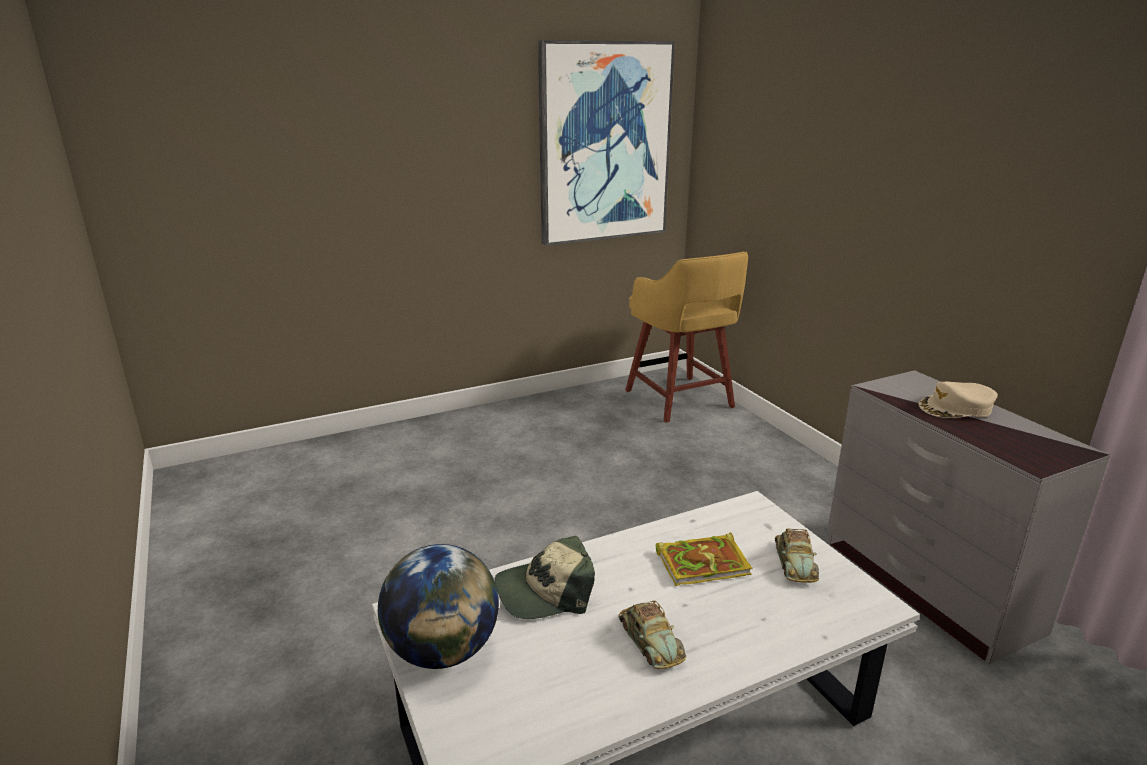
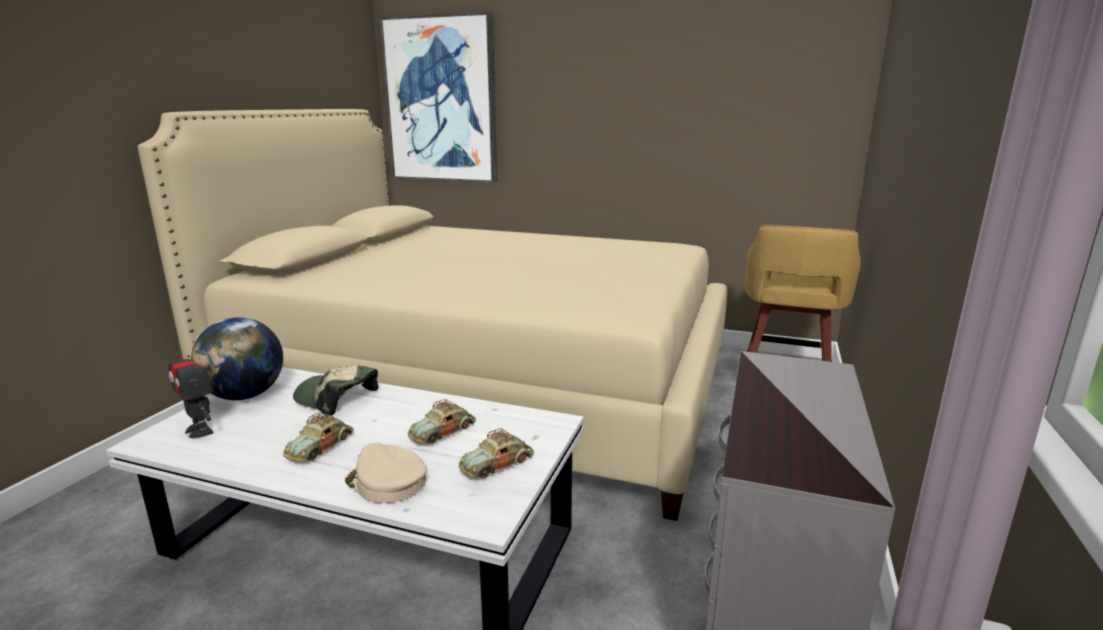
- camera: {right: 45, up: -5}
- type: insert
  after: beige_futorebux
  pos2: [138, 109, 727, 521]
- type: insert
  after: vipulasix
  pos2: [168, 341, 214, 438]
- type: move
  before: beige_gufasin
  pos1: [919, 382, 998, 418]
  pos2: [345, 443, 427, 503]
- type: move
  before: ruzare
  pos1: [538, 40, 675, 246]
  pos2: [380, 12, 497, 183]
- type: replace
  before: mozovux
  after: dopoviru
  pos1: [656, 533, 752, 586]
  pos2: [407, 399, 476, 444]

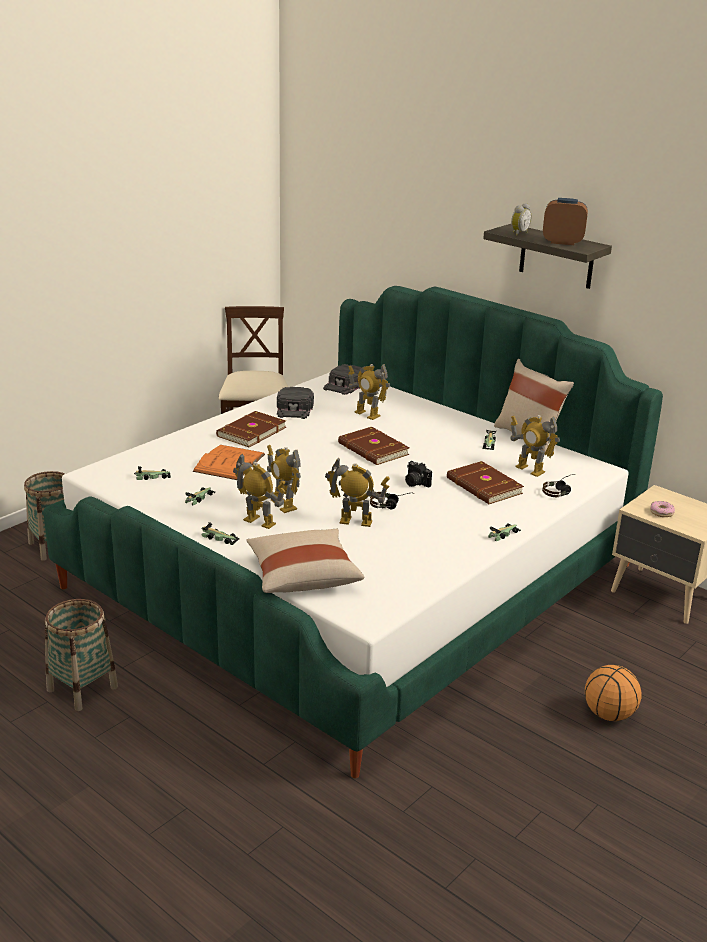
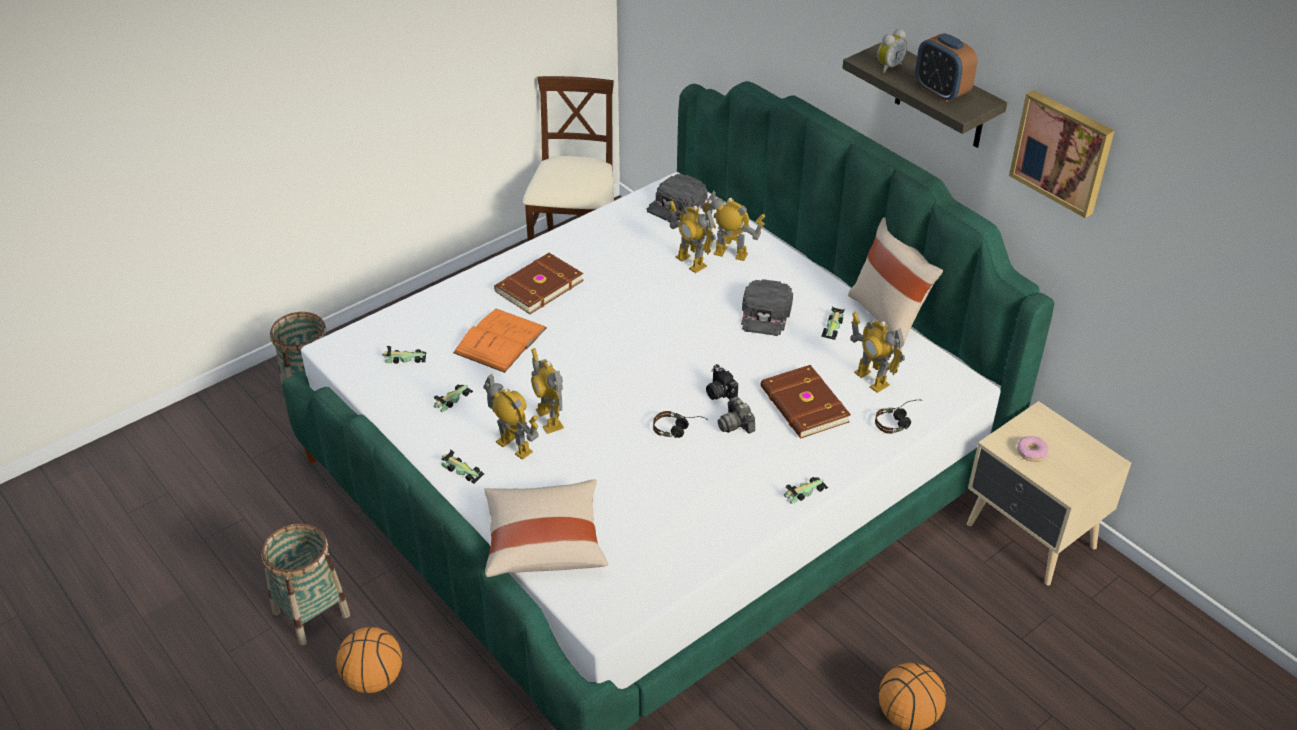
- camera: {right: 10, up: 15}
- type: insert
  after: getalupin
  pos2: [336, 627, 402, 693]
- type: move
  before: vipulasix
  pos1: [325, 458, 390, 527]
  pos2: [700, 191, 765, 261]
- type: insert
  after: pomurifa
  pos2: [718, 397, 755, 434]
- type: move
  before: black_gufasin
  pos1: [277, 387, 314, 419]
  pos2: [741, 279, 793, 336]
- type: rotate
  before: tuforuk
  pos1: [543, 198, 588, 245]
  pos2: [915, 33, 977, 102]
  turn: -150
- type: insert
  after: ruzare
  pos2: [1009, 90, 1114, 218]
- type: delete
  before: brown_mozovux
  pos1: [338, 427, 410, 465]

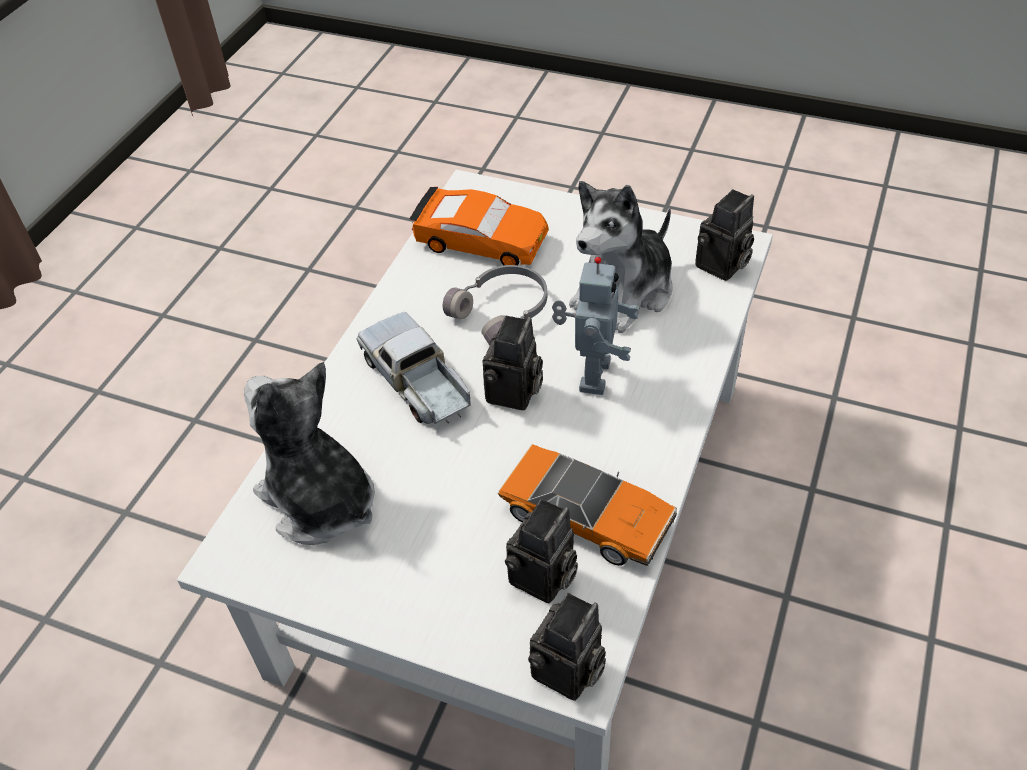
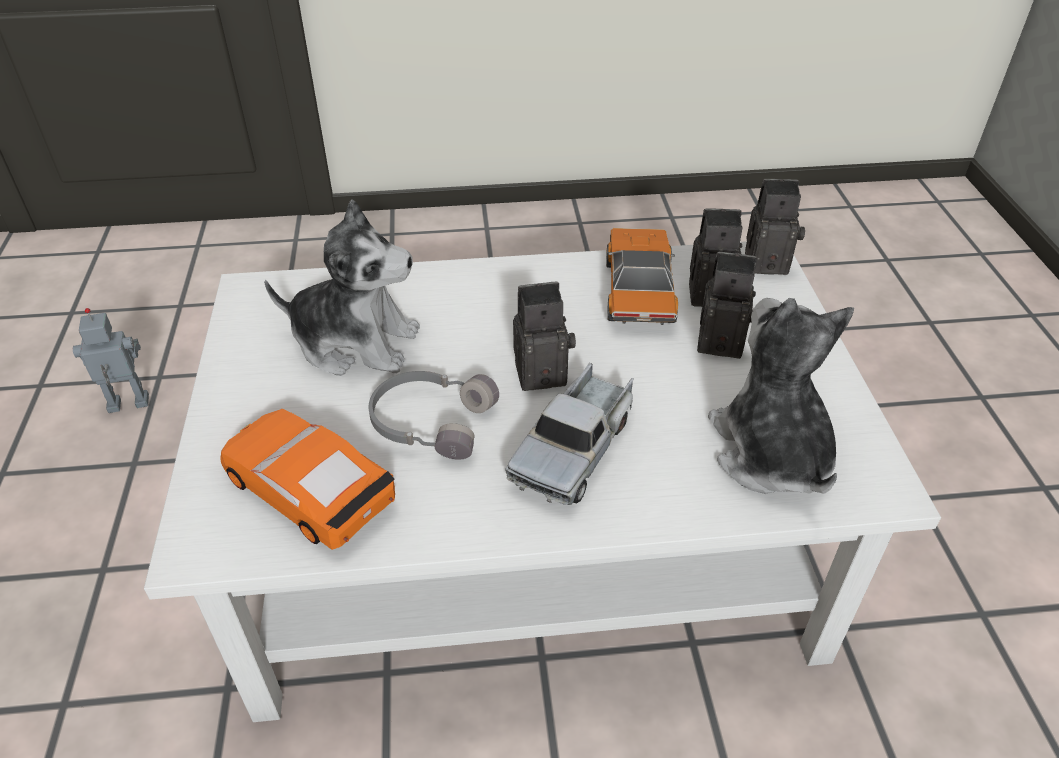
- camera: {right: -120, up: -5}
- type: move
  before: vipulasix
  pos1: [552, 257, 639, 395]
  pos2: [73, 308, 149, 413]
- type: rotate
  before: orange_dopoviru
  pos1: [409, 187, 549, 265]
  pos2: [221, 409, 395, 550]
  turn: -45
- type: move
  before: pomurifa
  pos1: [695, 189, 754, 281]
  pos2: [697, 252, 757, 359]
- type: rotate
  before: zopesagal
  pos1: [244, 362, 375, 545]
  pos2: [708, 298, 854, 494]
  turn: 150

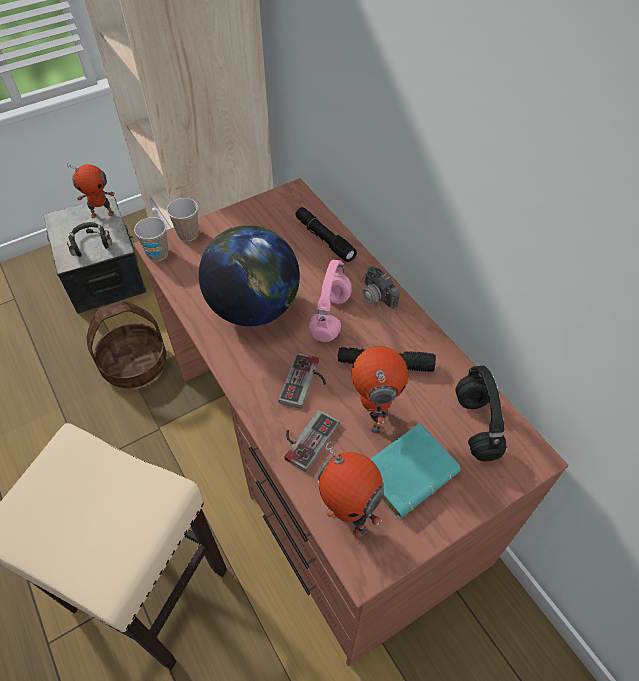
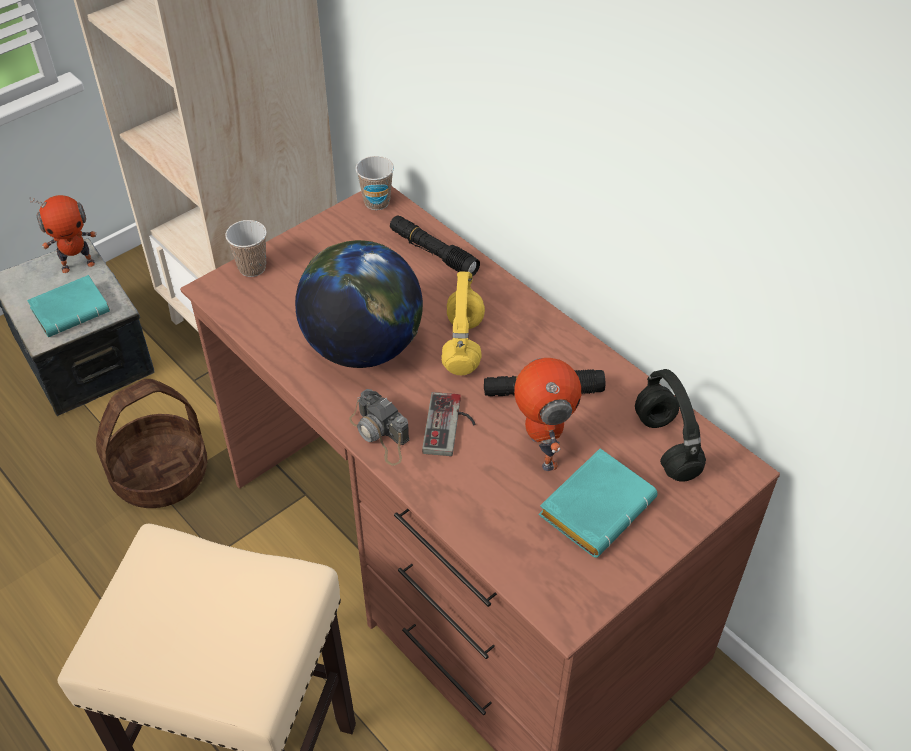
- camera: {right: -10, up: -5}
- type: replace
  before: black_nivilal
  after: turquoise_mozovux
  pos1: [67, 222, 112, 257]
  pos2: [27, 275, 110, 337]
- type: move
  before: pomurifa
  pos1: [357, 266, 400, 322]
  pos2: [349, 389, 409, 466]
- type: move
  before: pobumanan
  pos1: [134, 217, 168, 261]
  pos2: [356, 156, 394, 210]
- type: recolor
  before: pink_nivilal
  after: yellow_nivilal
  pos1: [309, 260, 352, 342]
  pos2: [441, 272, 485, 375]
- type: delete
  before: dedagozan
  pos1: [285, 410, 340, 472]
- type: delete
  before: vipulasix
  pos1: [318, 442, 384, 537]

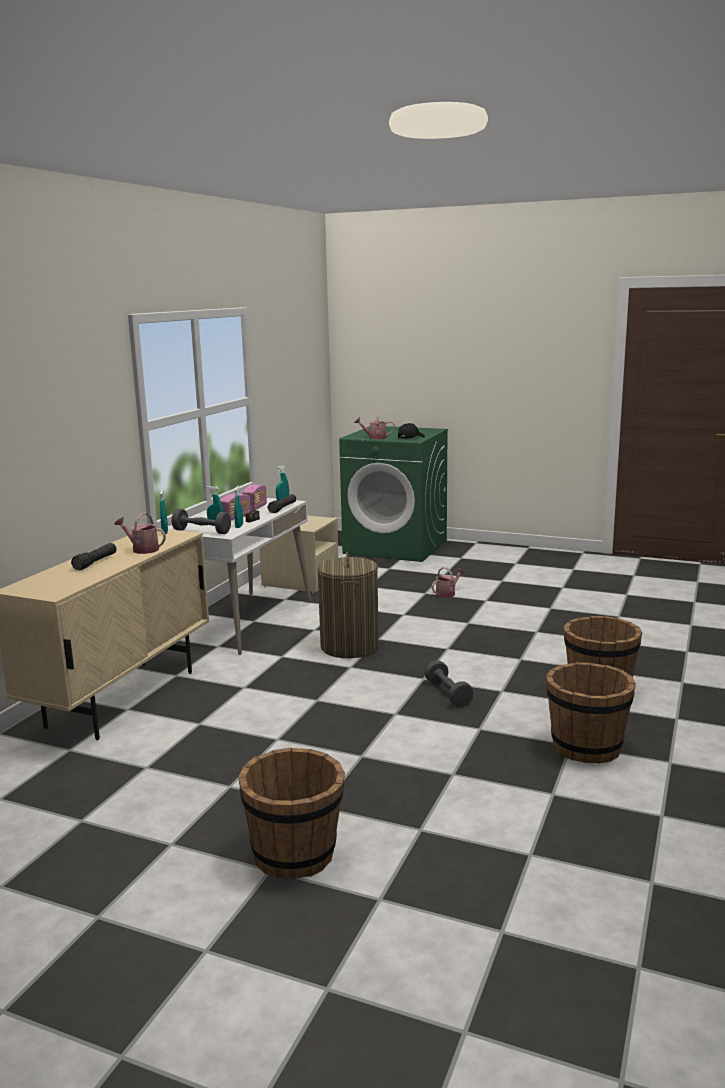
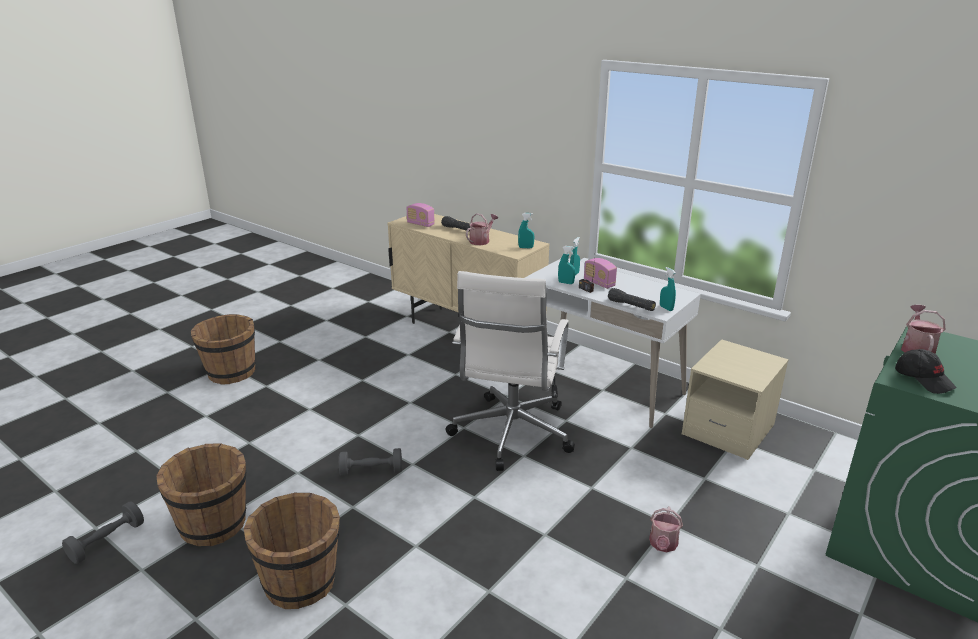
- camera: {right: 105, up: 10}
- type: move
  before: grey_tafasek
  pos1: [172, 509, 231, 534]
  pos2: [62, 501, 144, 564]
- type: move
  before: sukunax
  pos1: [243, 485, 267, 511]
  pos2: [406, 203, 435, 227]
- type: replace
  before: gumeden
  after: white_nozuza
  pos1: [317, 552, 379, 658]
  pos2: [445, 271, 575, 471]
- type: rotate
  before: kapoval
  pos1: [432, 567, 465, 598]
  pos2: [649, 506, 683, 552]
  turn: 45

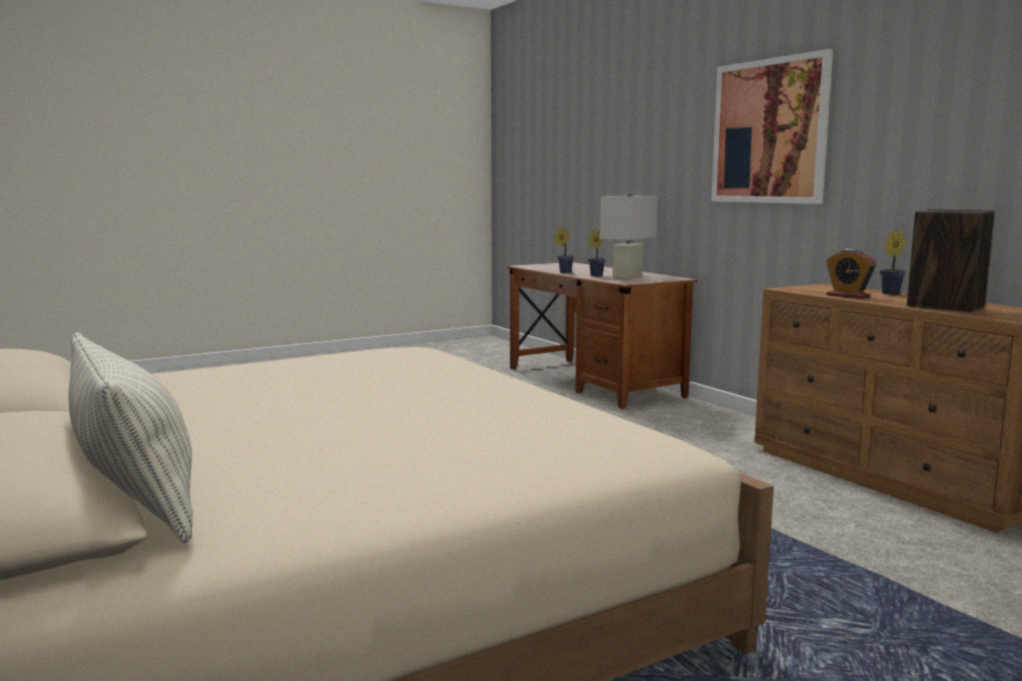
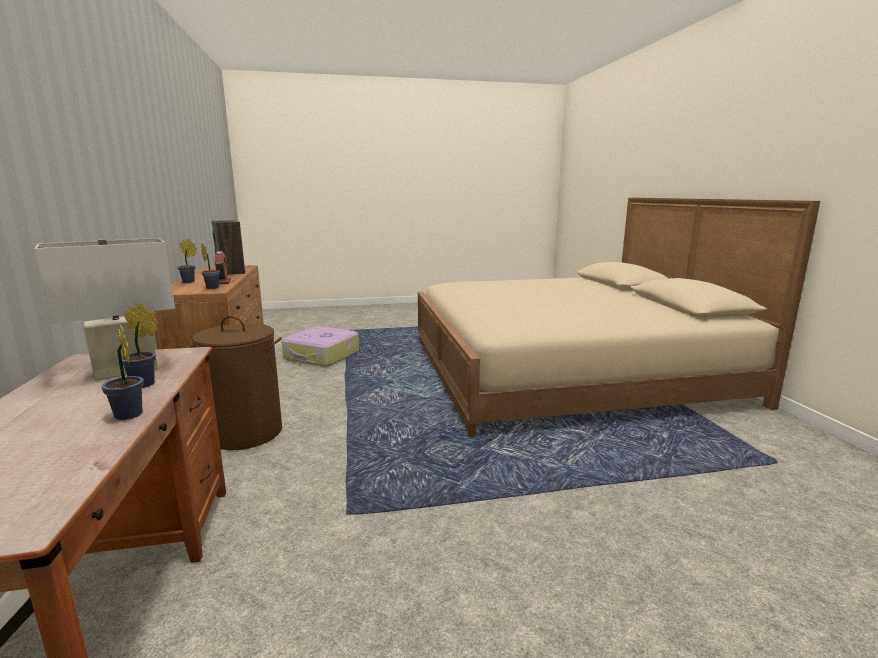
- camera: {right: -160, up: 5}
- type: insert
  after: brown_gumeden
  pos2: [187, 316, 282, 450]
- type: insert
  after: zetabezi
  pos2: [201, 243, 220, 289]
- type: insert
  after: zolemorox
  pos2: [282, 326, 359, 367]
- type: delete
  before: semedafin
  pos1: [69, 332, 193, 543]
- type: delete
  before: ruzare
  pos1: [711, 49, 833, 204]

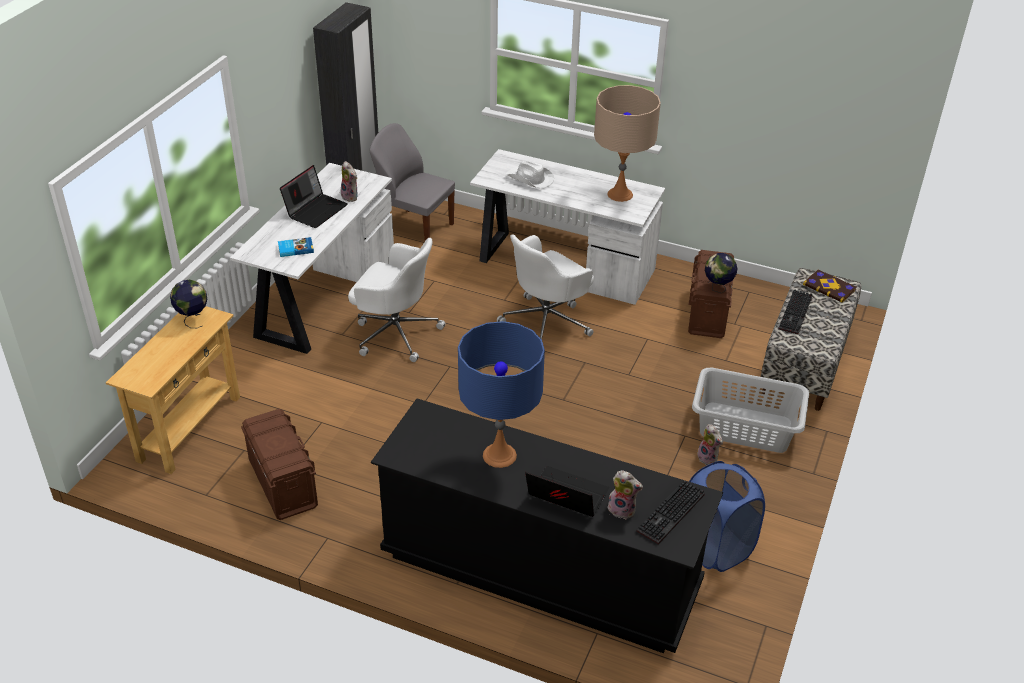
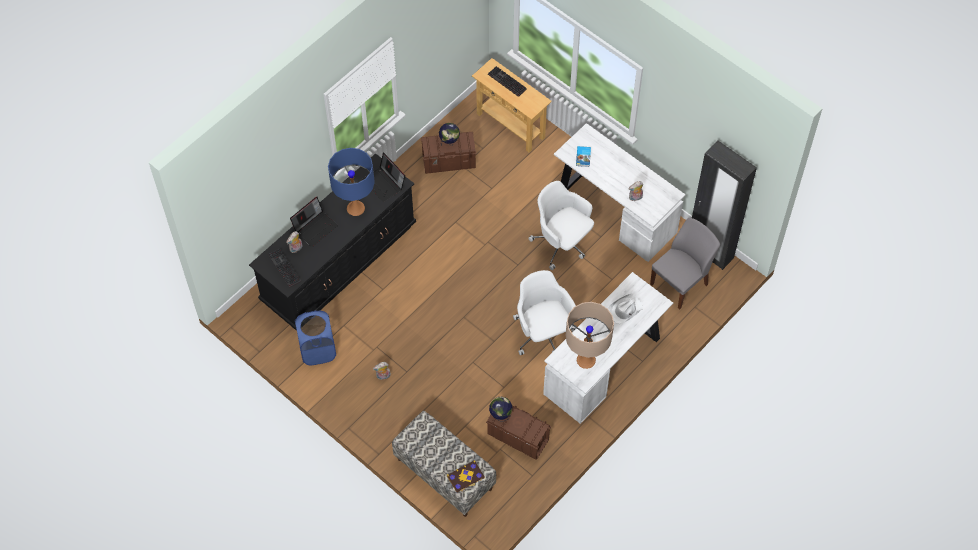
- camera: {right: 110, up: 20}
- type: move
  before: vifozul
  pos1: [280, 165, 348, 228]
  pos2: [362, 152, 405, 202]
- type: move
  before: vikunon
  pos1: [170, 280, 207, 328]
  pos2: [439, 123, 460, 146]
- type: move
  before: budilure
  pos1: [778, 290, 812, 334]
  pos2: [488, 66, 527, 97]
- type: rotate
  before: white_nozuza
  pos1: [348, 238, 445, 362]
  pos2: [528, 181, 594, 270]
  turn: 90
- type: delete
  before: grey_gumeden
  pos1: [692, 368, 809, 453]

